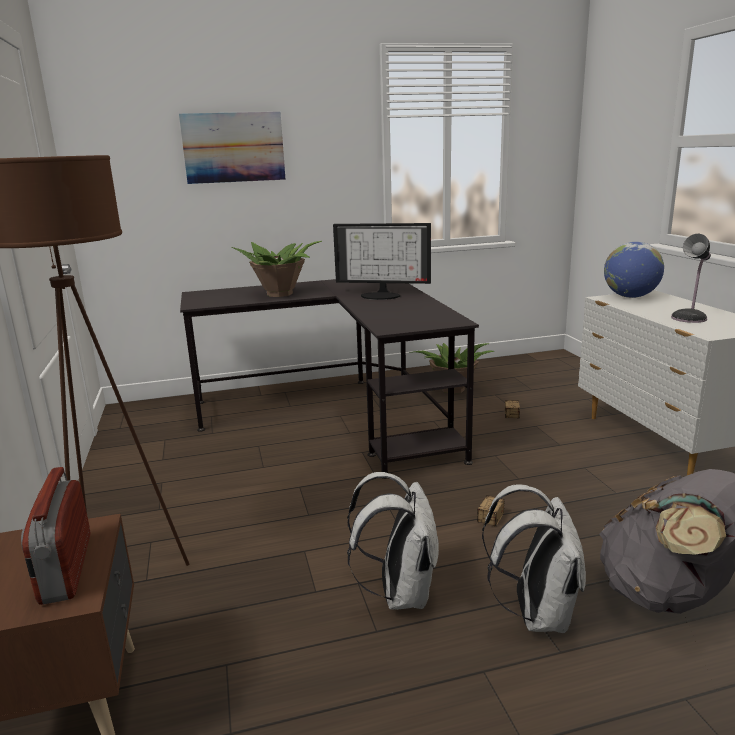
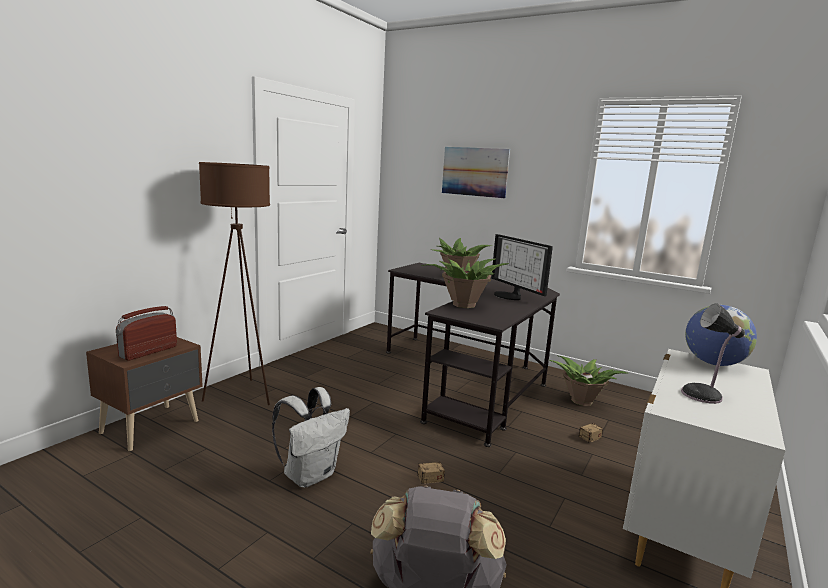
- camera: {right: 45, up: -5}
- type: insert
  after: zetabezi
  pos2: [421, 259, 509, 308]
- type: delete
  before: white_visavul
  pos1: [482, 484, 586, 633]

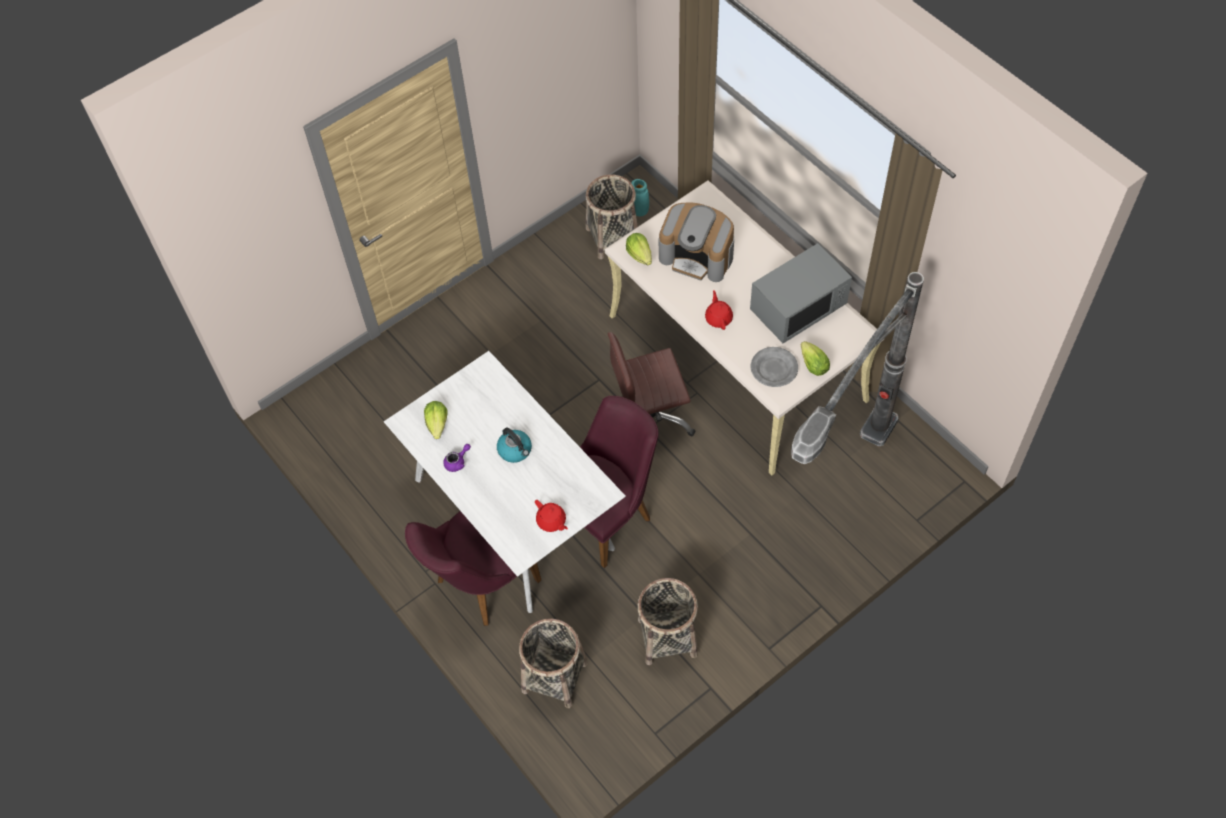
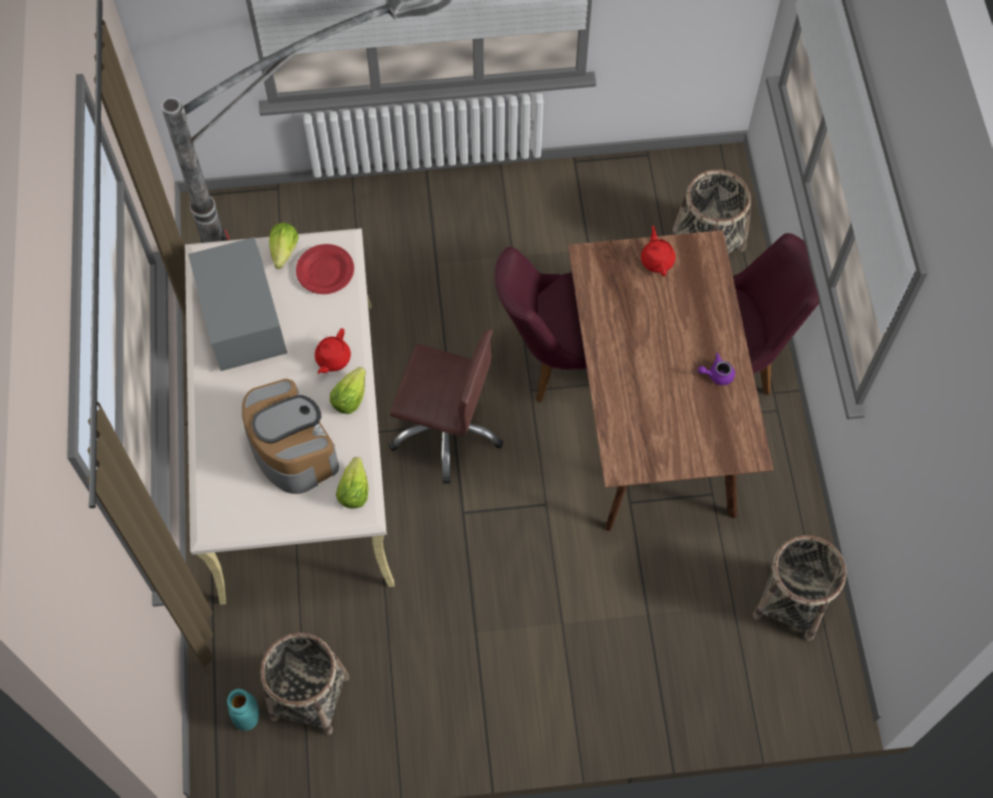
- camera: {right: -150, up: 5}
- type: rotate
  before: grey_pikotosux
  pos1: [750, 243, 852, 343]
  pos2: [188, 237, 287, 371]
  turn: 75
- type: recolor
  before: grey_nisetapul
  after: red_nisetapul
  pos1: [751, 347, 798, 387]
  pos2: [296, 244, 354, 294]
- type: move
  before: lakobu
  pos1: [424, 401, 448, 439]
  pos2: [330, 367, 366, 414]
- type: recolor
  before: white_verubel
  after: brown_verubel
  pos1: [384, 351, 626, 613]
  pos2: [568, 230, 774, 531]
- type: move
  before: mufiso
  pos1: [638, 578, 698, 665]
  pos2: [753, 535, 847, 641]
- type: delete
  before: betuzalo
  pos1: [497, 427, 532, 463]

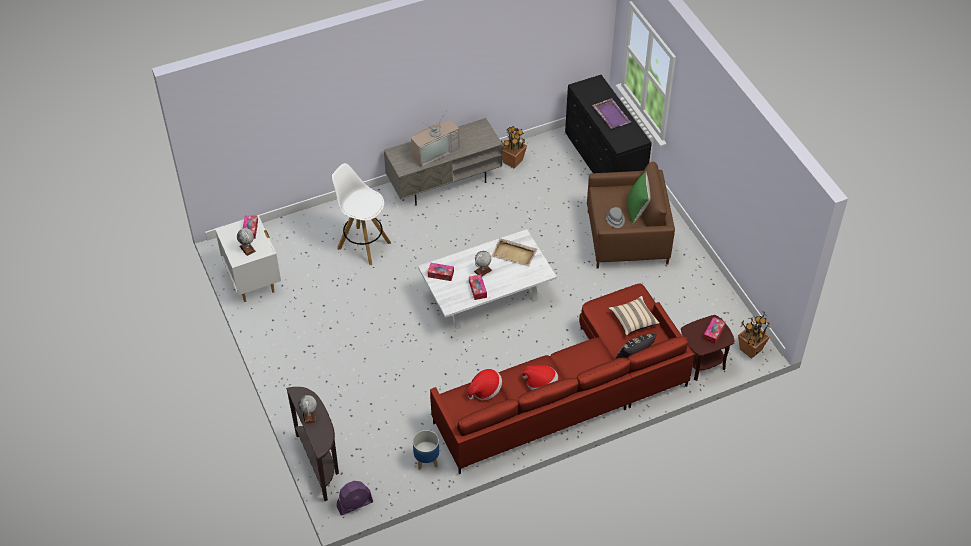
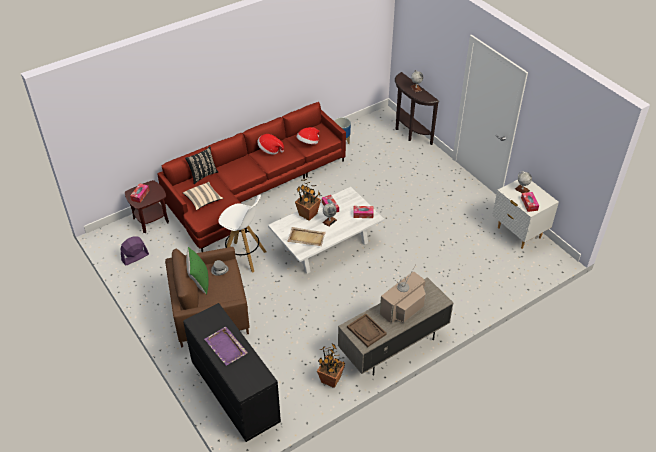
- camera: {right: 170, up: -5}
- type: move
  before: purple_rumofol
  pos1: [337, 481, 373, 515]
  pos2: [120, 237, 149, 266]
- type: move
  before: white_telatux
  pos1: [332, 163, 391, 265]
  pos2: [219, 195, 266, 273]
- type: move
  before: zetabezi
  pos1: [738, 311, 770, 359]
  pos2: [295, 179, 321, 221]
- type: insert
  after: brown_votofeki
  pos2: [347, 314, 387, 348]

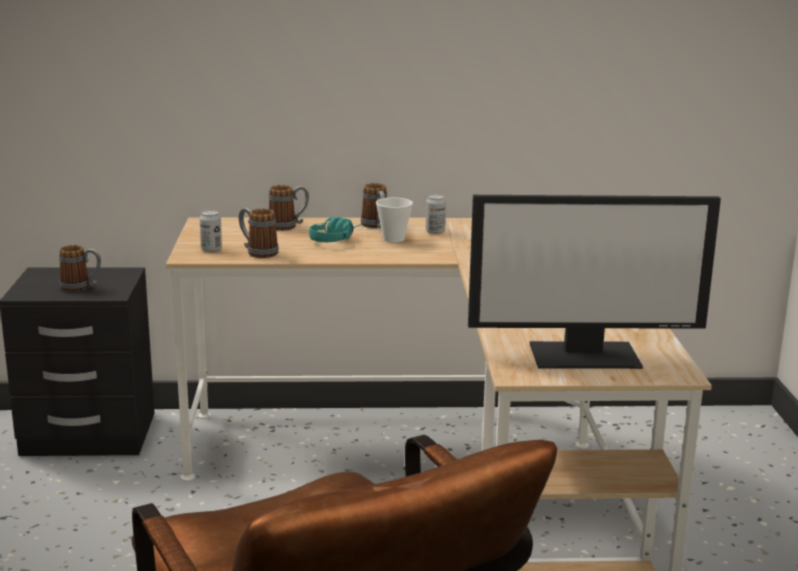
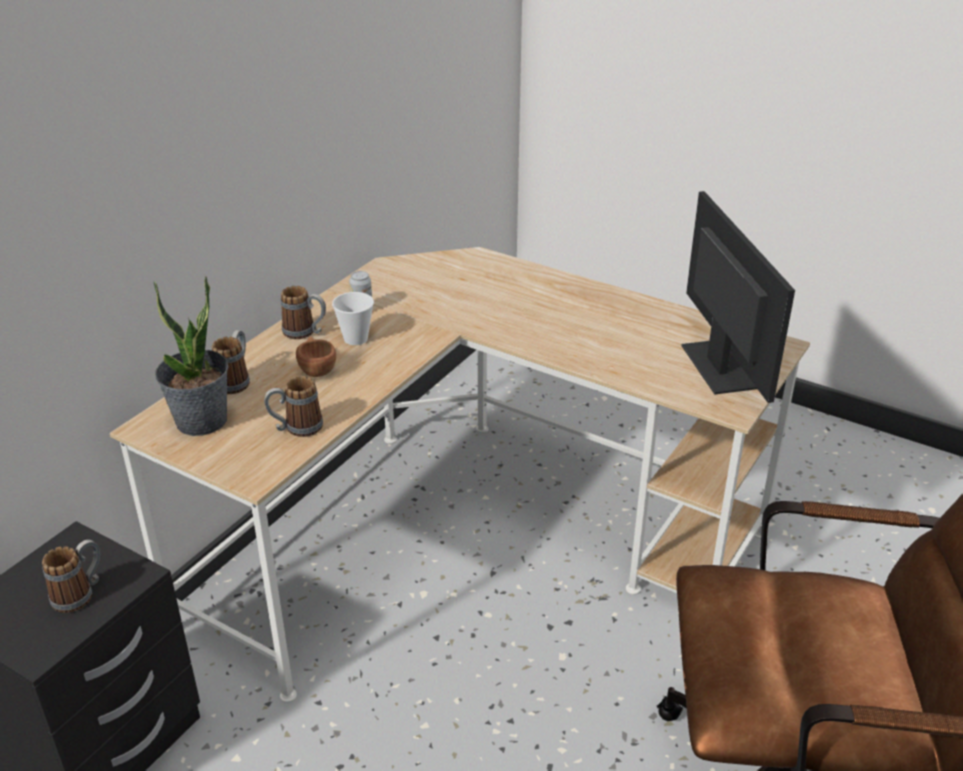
- camera: {right: -55, up: 15}
- type: insert
  after: zetabezi
  pos2: [154, 276, 229, 436]
- type: replace
  before: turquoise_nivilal
  after: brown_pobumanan
  pos1: [309, 217, 363, 242]
  pos2: [296, 336, 336, 377]
- type: rotate
  before: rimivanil
  pos1: [468, 195, 721, 369]
  pos2: [682, 191, 795, 403]
  turn: -45
- type: delete
  before: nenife
  pos1: [200, 210, 222, 252]

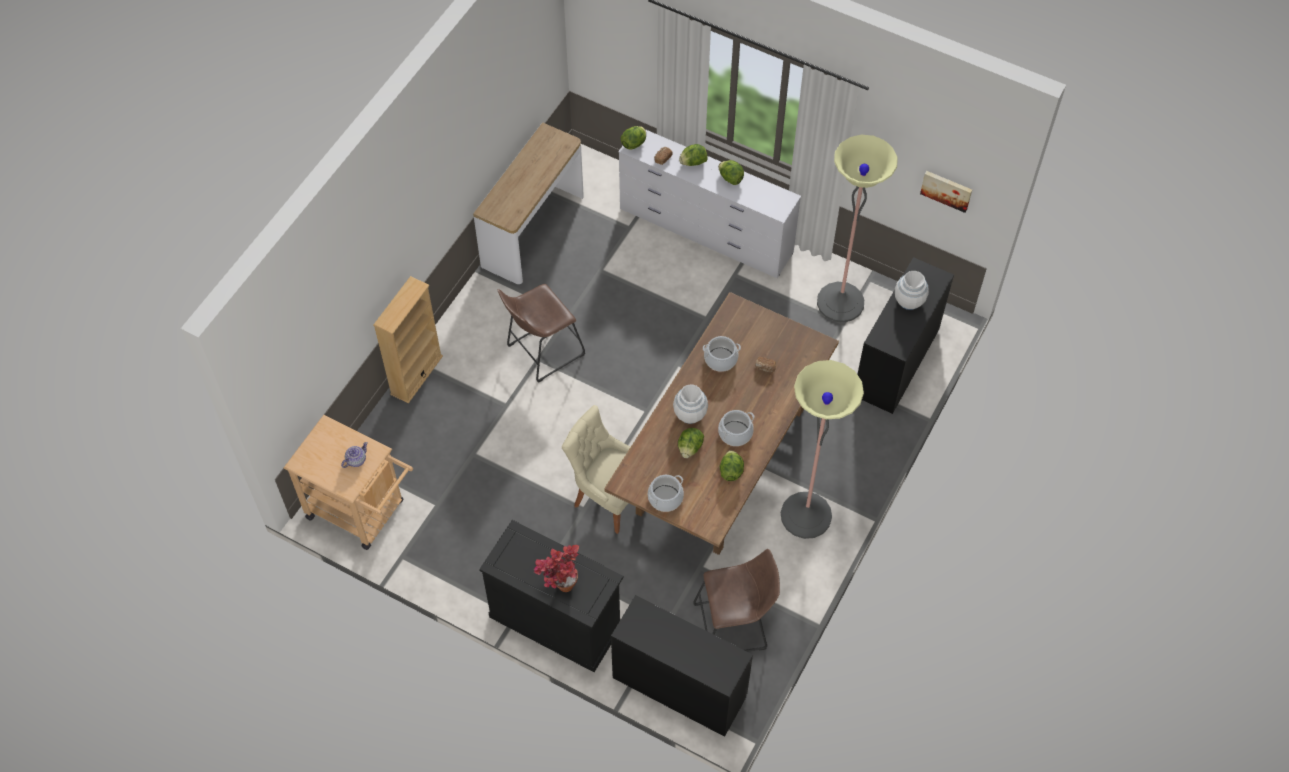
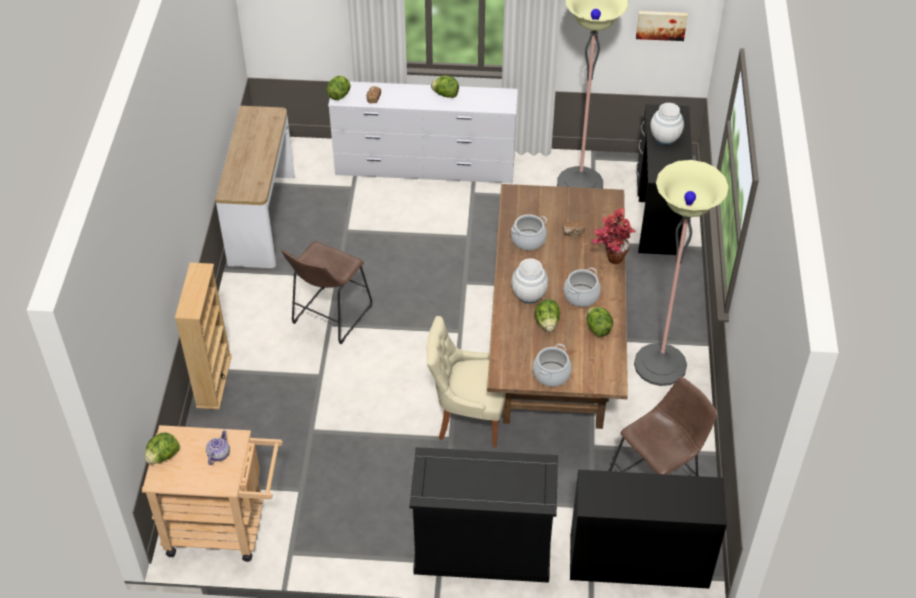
- camera: {right: -25, up: -10}
- type: move
  before: lakobu
  pos1: [679, 144, 708, 166]
  pos2: [144, 433, 180, 464]
- type: move
  before: zetabezi
  pos1: [534, 545, 579, 592]
  pos2: [592, 208, 636, 264]

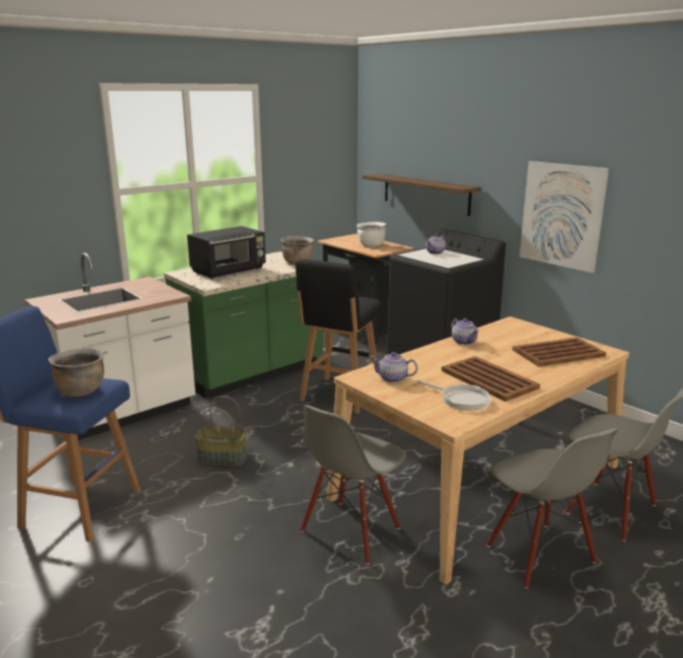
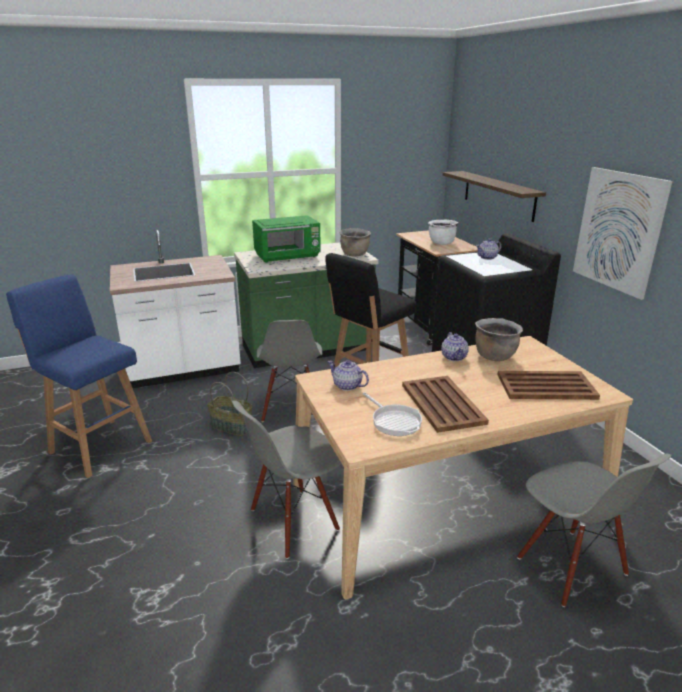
- camera: {right: 20, up: 5}
- type: recolor
  before: black_pikotosux
  after: green_pikotosux
  pos1: [187, 226, 266, 279]
  pos2: [252, 215, 321, 263]
- type: move
  before: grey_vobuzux
  pos1: [486, 428, 619, 588]
  pos2: [257, 320, 322, 422]
- type: move
  before: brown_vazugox
  pos1: [48, 348, 104, 397]
  pos2: [475, 318, 523, 361]

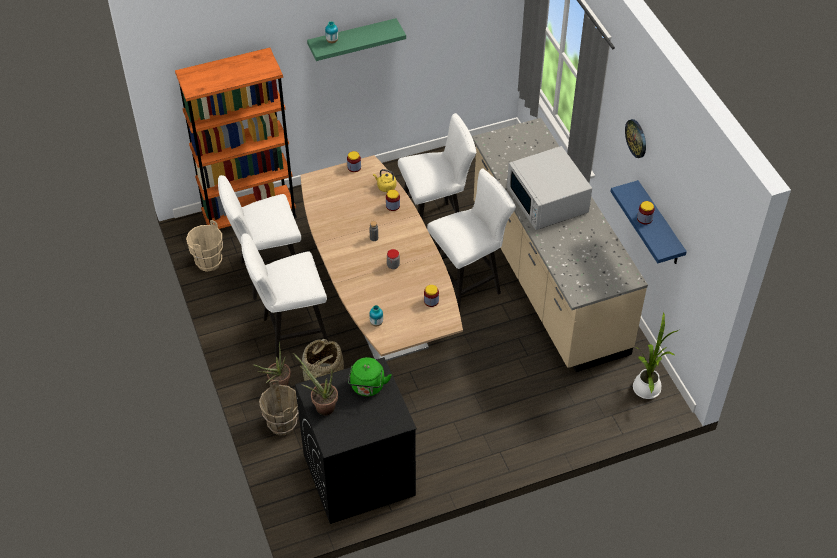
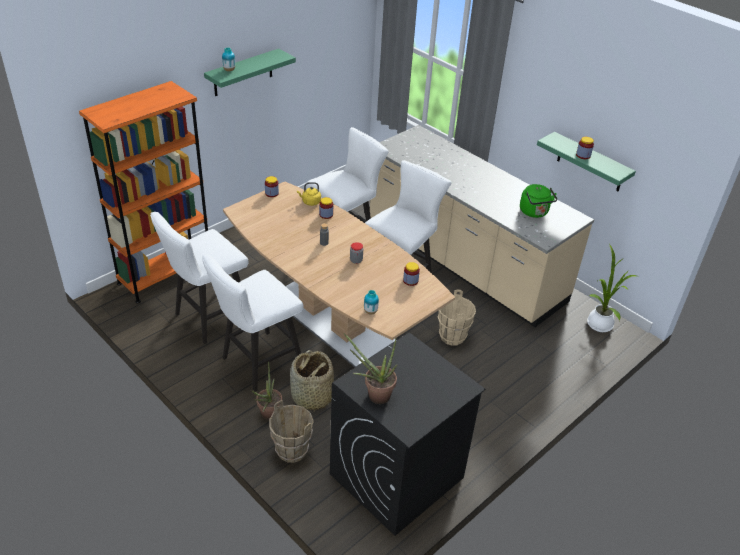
- camera: {right: -25, up: -10}
- type: move
  before: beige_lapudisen
  pos1: [186, 220, 223, 272]
  pos2: [438, 289, 476, 346]
- type: move
  before: green_betuzalo
  pos1: [348, 357, 392, 396]
  pos2: [520, 184, 557, 218]
- type: recolor
  before: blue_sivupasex
  after: green_sivupasex
  pos1: [610, 180, 687, 264]
  pos2: [537, 132, 636, 191]
- type: delete
  before: white_pikotosux
  pos1: [507, 146, 592, 230]
- type: delete
  before: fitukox
  pos1: [625, 119, 646, 158]

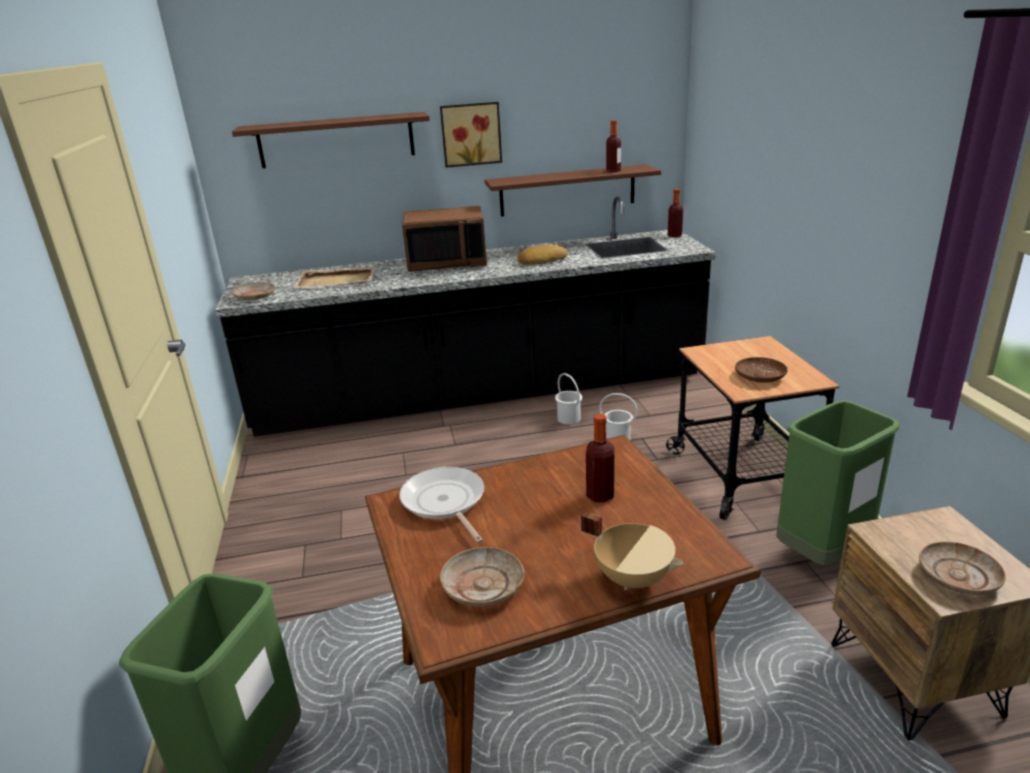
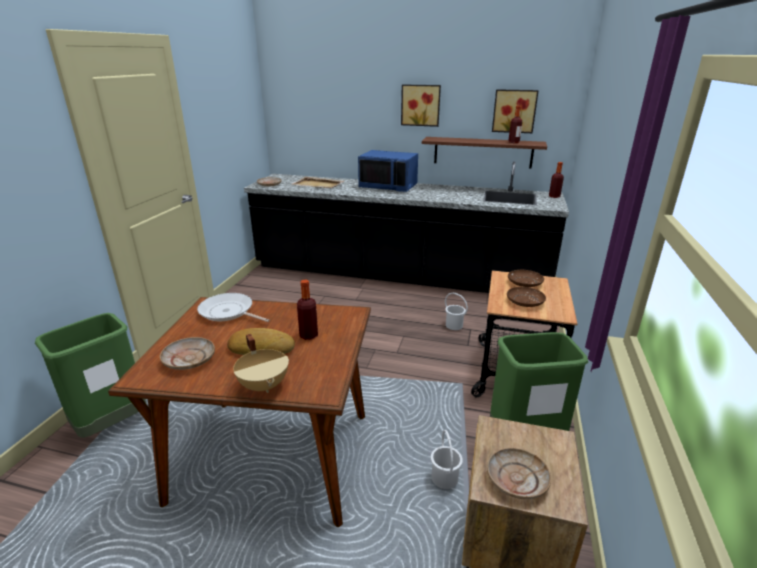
- camera: {right: 25, up: 0}
- type: rotate
  before: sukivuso
  pos1: [399, 467, 484, 543]
  pos2: [197, 293, 270, 322]
  turn: -60
- type: move
  before: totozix
  pos1: [517, 244, 568, 265]
  pos2: [227, 328, 295, 355]
- type: recolor
  before: brown_pikotosux
  after: blue_pikotosux
  pos1: [402, 206, 487, 272]
  pos2: [358, 150, 418, 192]
- type: move
  before: white_lapudisen
  pos1: [555, 373, 582, 425]
  pos2: [430, 430, 463, 489]
- type: insert
  after: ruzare
  pos2: [492, 89, 539, 133]
- type: insert
  after: brown_nisetapul
  pos2: [508, 270, 544, 287]
- type: delete
  before: brown_sivupasex
  pos1: [232, 112, 430, 168]

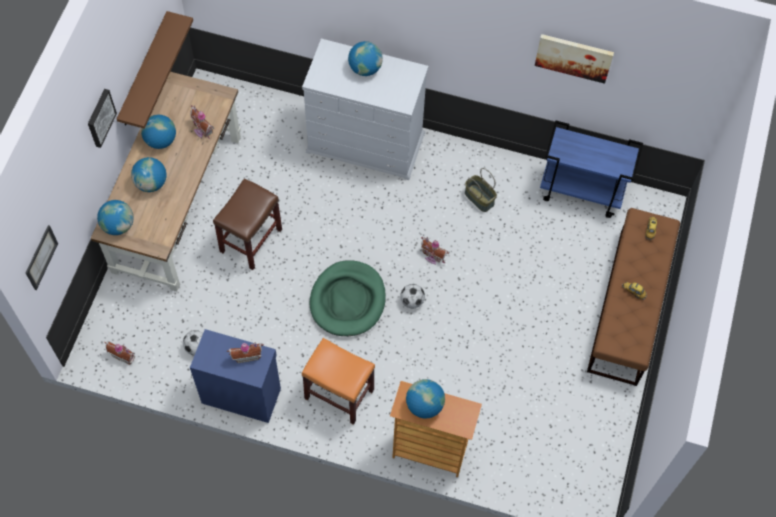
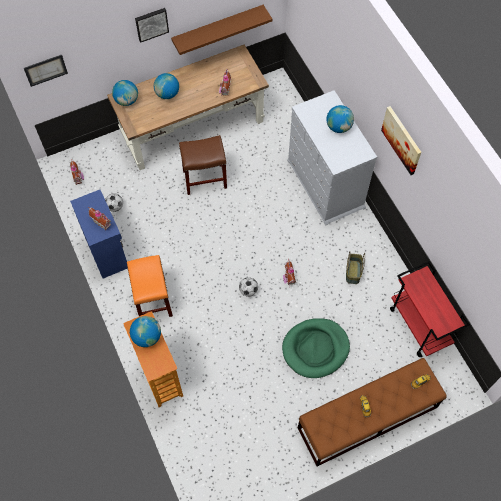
- camera: {right: 50, up: 0}
- type: move
  before: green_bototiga
  pos1: [309, 261, 386, 336]
  pos2: [282, 318, 350, 378]
- type: move
  before: ruzare
  pos1: [535, 34, 614, 84]
  pos2: [381, 106, 422, 175]
- type: recolor
  before: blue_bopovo
  after: red_bopovo
  pos1: [540, 120, 643, 218]
  pos2: [390, 261, 470, 357]
- type: delete
  before: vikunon
  pos1: [141, 114, 176, 149]

